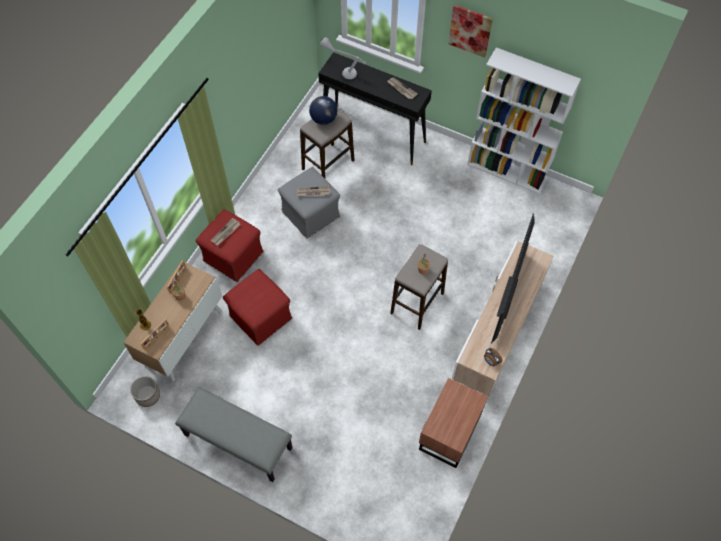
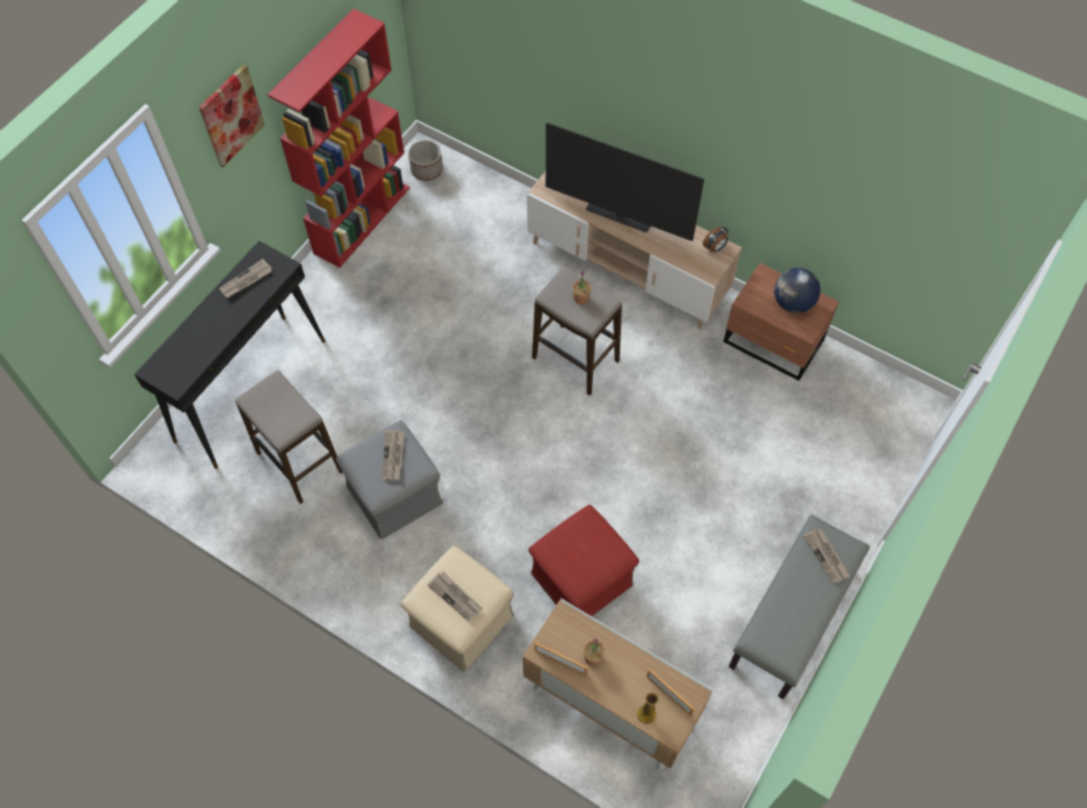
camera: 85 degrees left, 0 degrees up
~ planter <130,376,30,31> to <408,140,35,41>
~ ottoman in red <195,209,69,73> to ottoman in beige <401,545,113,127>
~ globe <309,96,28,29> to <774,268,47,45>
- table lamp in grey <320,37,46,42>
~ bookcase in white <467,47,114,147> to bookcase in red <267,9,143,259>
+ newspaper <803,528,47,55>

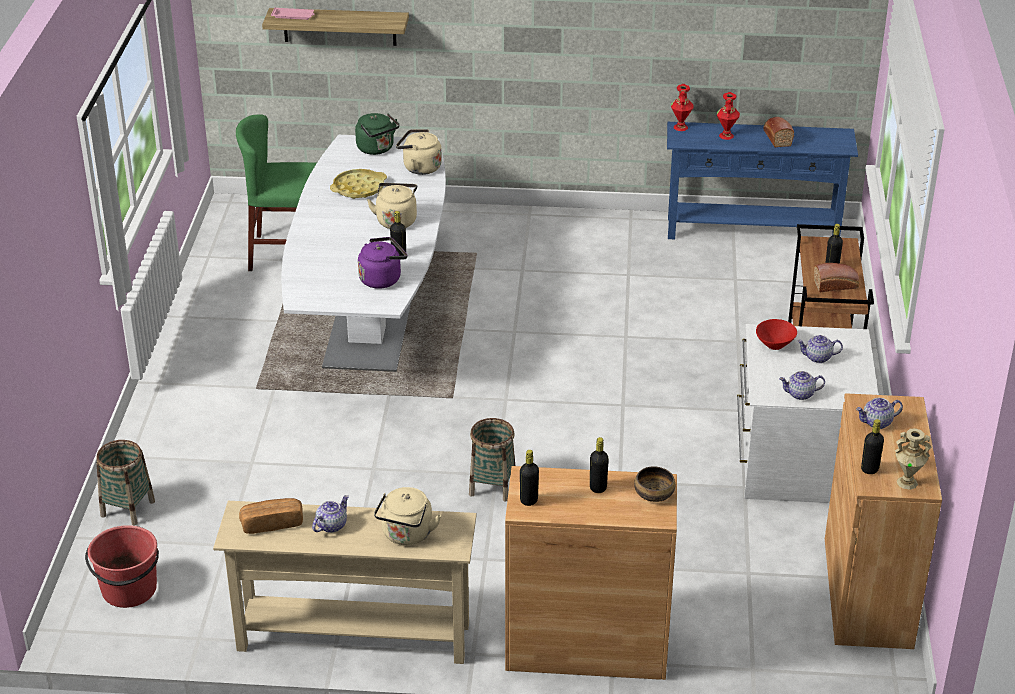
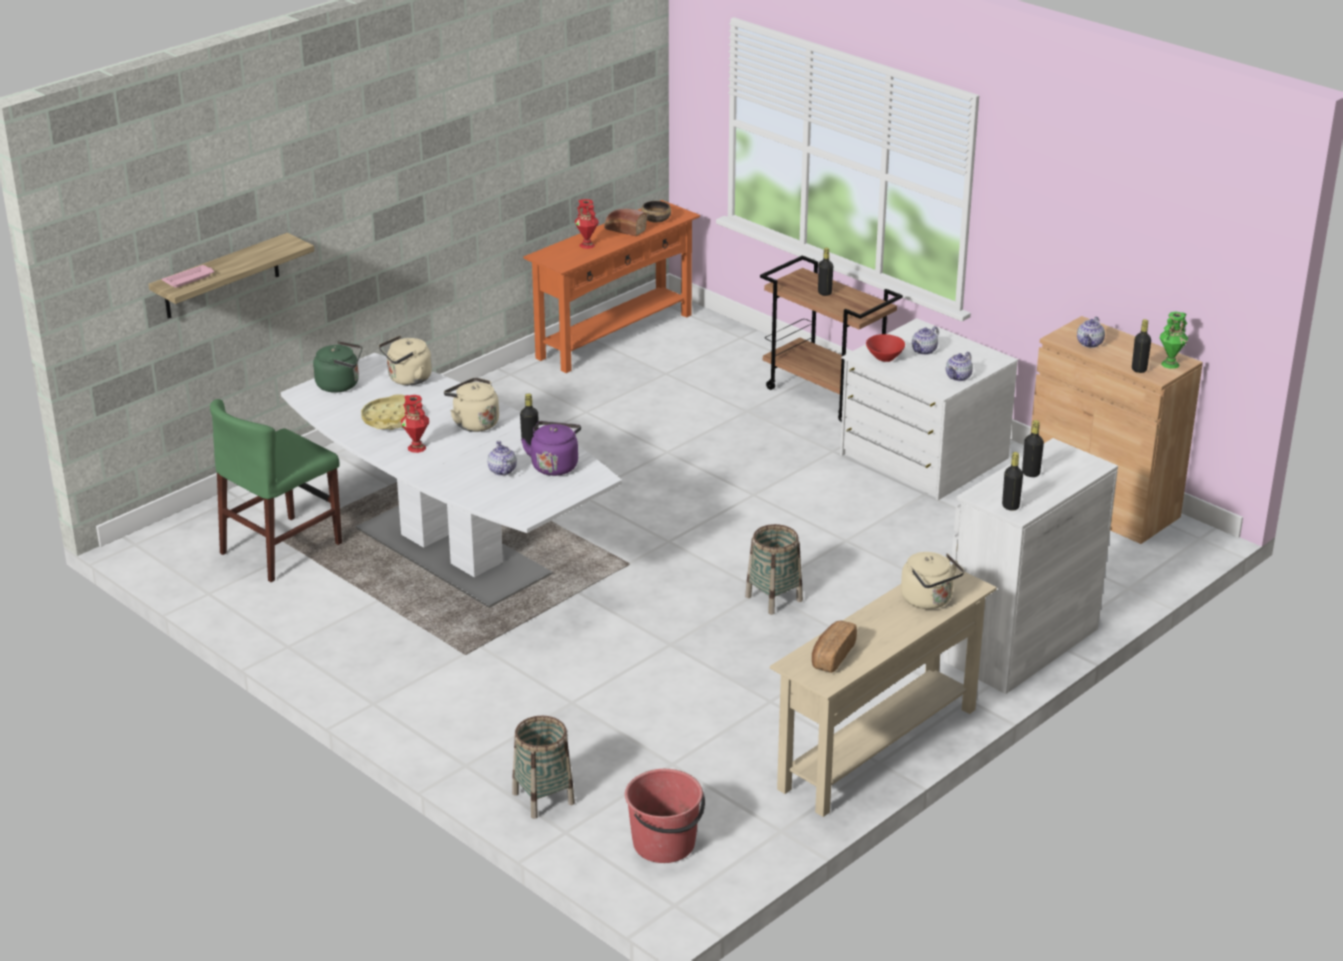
camera: 50 degrees left, 5 degrees down
~ teapot <312,495,37,38> to <487,441,30,34>
~ cabinet in brown <505,466,172,214> to cabinet in white <944,438,174,256>
~ bowl <634,467,41,35> to <641,201,30,22>
~ console table in blue <667,122,191,117> to console table in orange <524,200,176,173>
~ vase in red <671,84,23,47> to <401,395,28,58>
- bread <814,263,46,30>
~ vase in beige <895,428,37,62> to vase in green <1160,311,28,58>

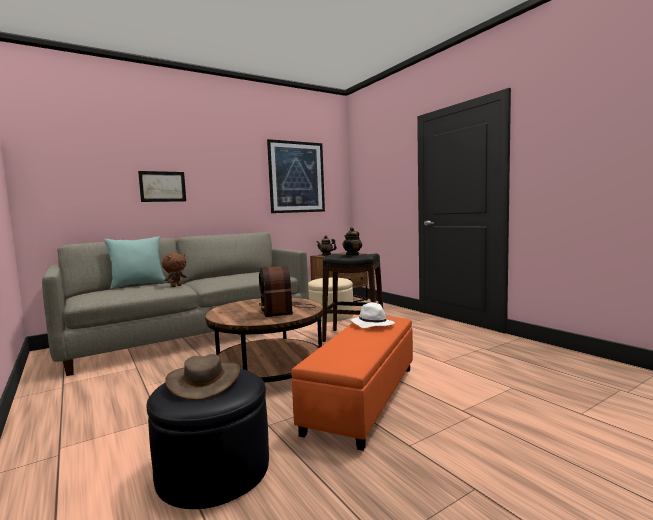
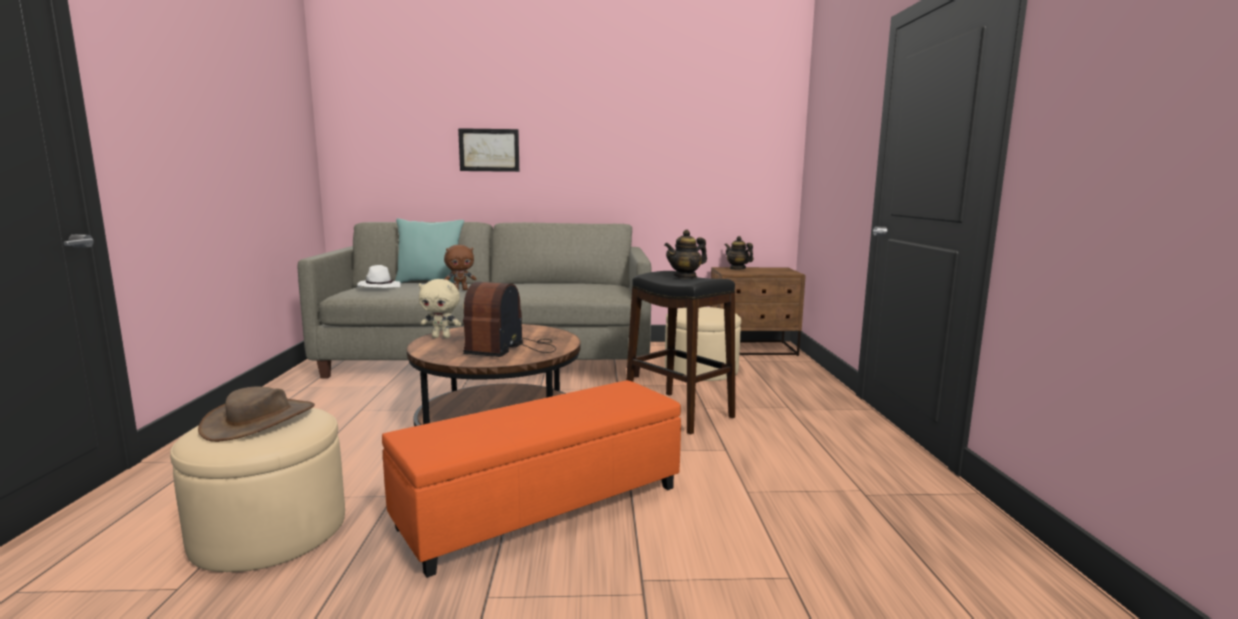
camera: 30 degrees right, 5 degrees up
~ ottoman in black <147,369,122,140> to ottoman in beige <170,408,175,164>
- picture <267,139,58,74>
~ hat in white <351,302,44,26> to <357,265,44,23>
+ plush toy in beige <418,279,43,59>

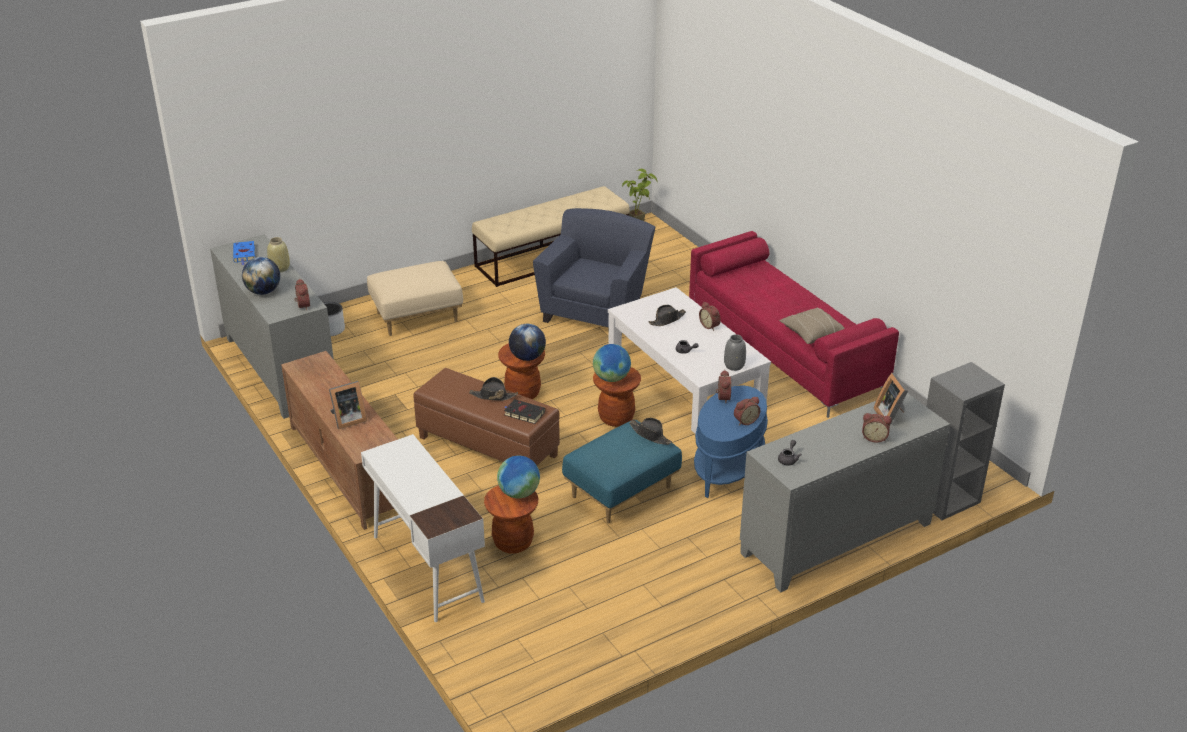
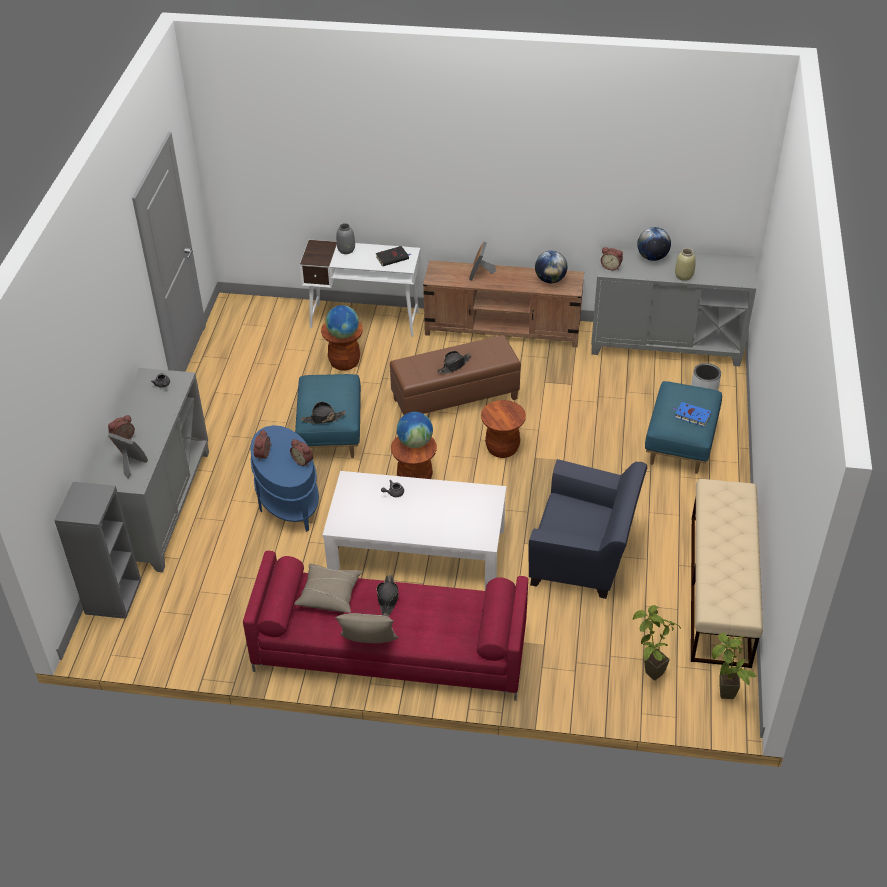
camera: 130 degrees right, 10 degrees up
~ book in blue <233,241,22,24> to <672,402,39,25>
~ ottoman in beige <367,261,96,75> to ottoman in blue <645,381,77,93>
~ book in black <504,399,41,25> to <376,246,35,20>
~ globe <509,324,37,37> to <535,251,32,32>
~ armchair in blue <533,208,122,119> = <529,459,118,140> 45 degrees counterclockwise
~ hat in black <648,305,38,21> to <377,575,22,42>
- alarm clock <699,302,22,29>
~ vase in grey <724,334,22,37> to <336,223,19,31>
+ pillow in beige <335,613,64,30>
+ potted plant <632,605,49,76>

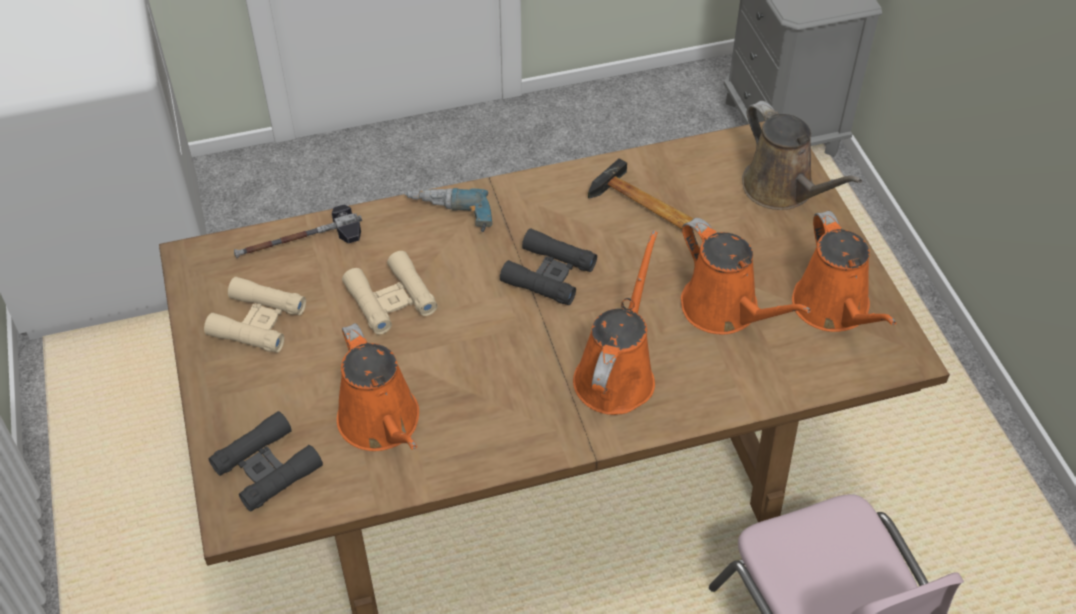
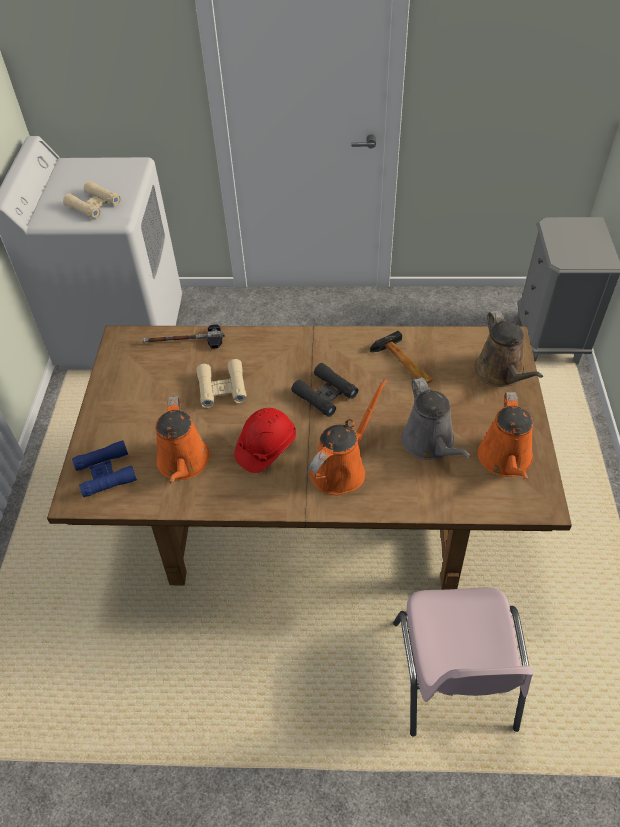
camera: 20 degrees right, 0 degrees up
~ binoculars in beige <204,277,102,76> to <63,181,58,38>
~ binoculars in black <208,411,115,101> to binoculars in blue <72,440,65,57>
- power drill <405,188,88,44>
~ watering can in orange <681,218,131,117> to watering can in grey <401,377,70,83>
+ hard hat in red <234,408,62,65>

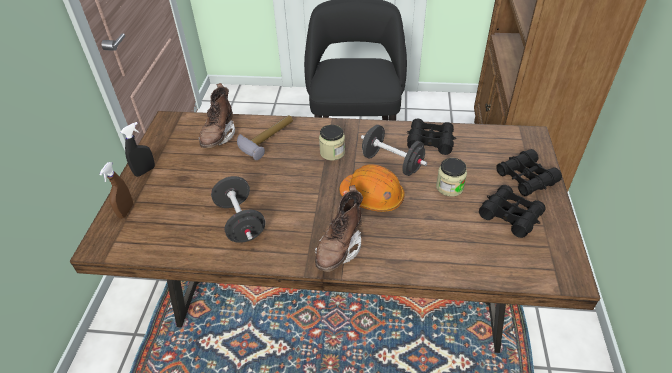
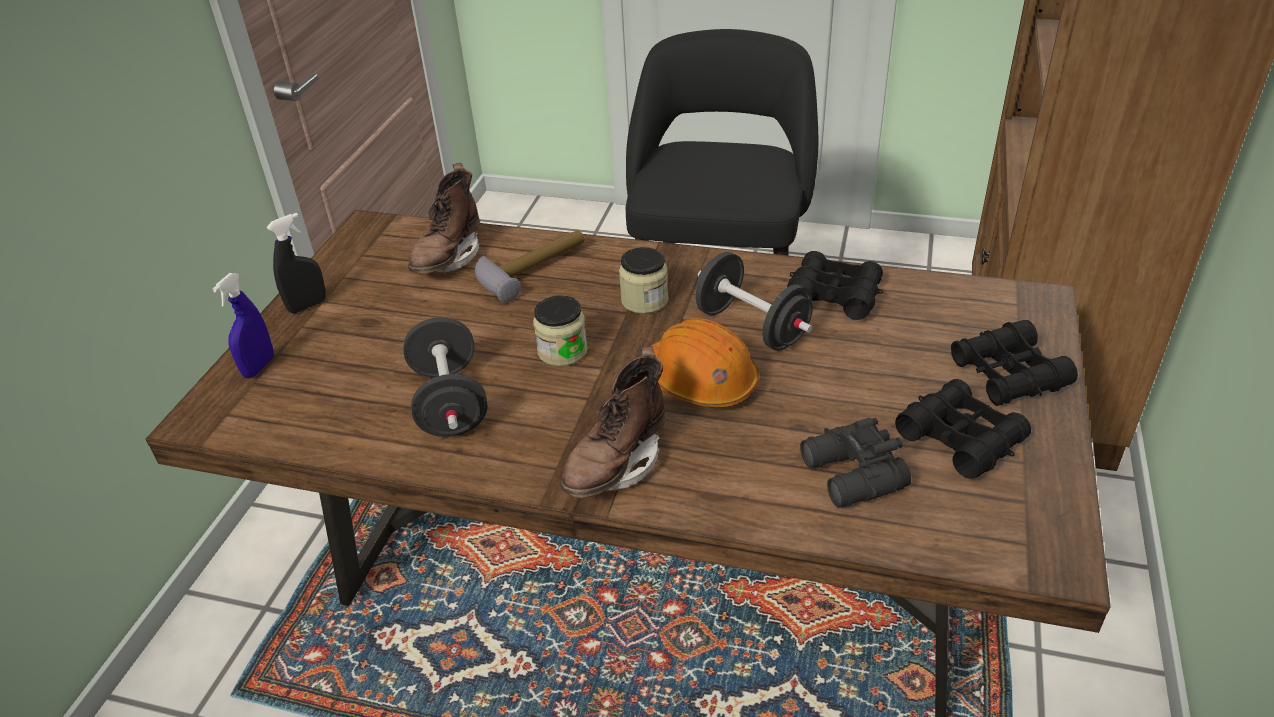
camera: 10 degrees right, 5 degrees down
~ spray bottle in brown <99,162,34,57> to spray bottle in blue <212,273,62,105>
~ jar <436,158,31,39> to <533,296,54,70>
+ binoculars in black <800,418,111,90>

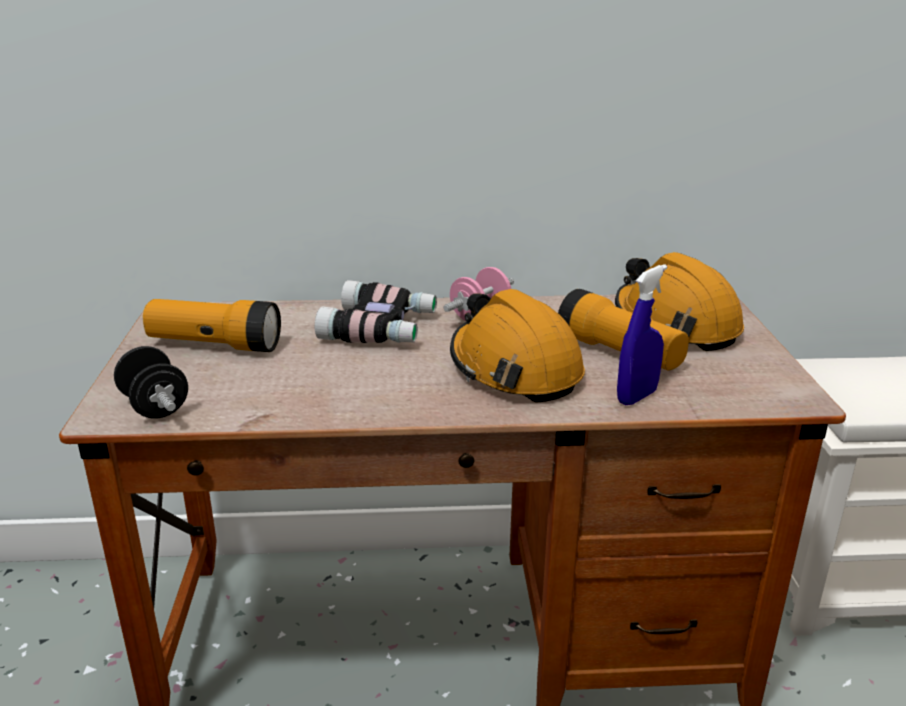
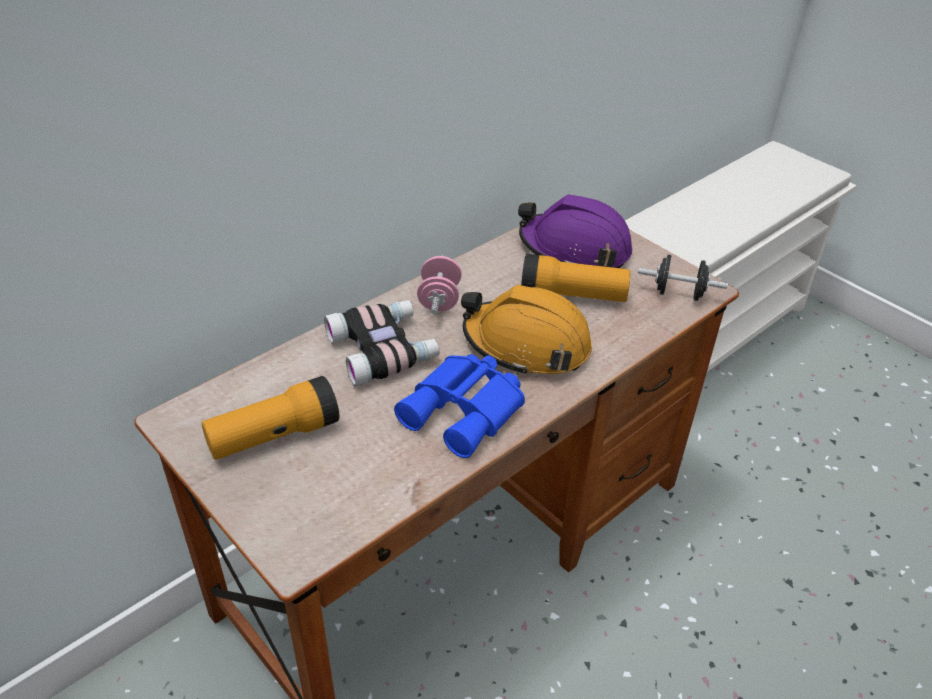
camera: 40 degrees left, 15 degrees up
~ dumbbell in black <114,346,74,73> to <638,255,90,46>
~ hard hat in orange <615,252,129,99> to hard hat in purple <518,194,114,74>
- spray bottle in blue <617,264,50,141>
+ binoculars in blue <394,354,131,104>

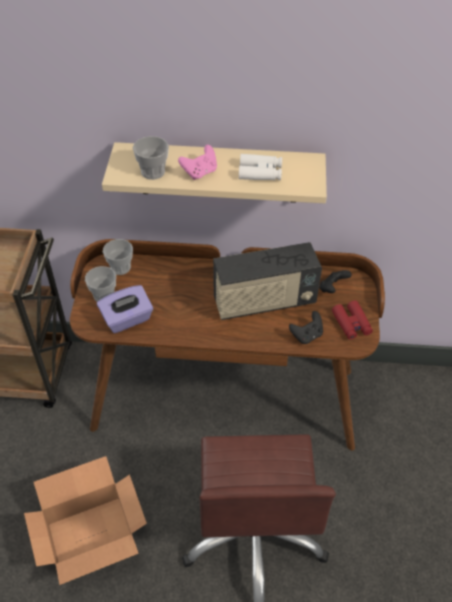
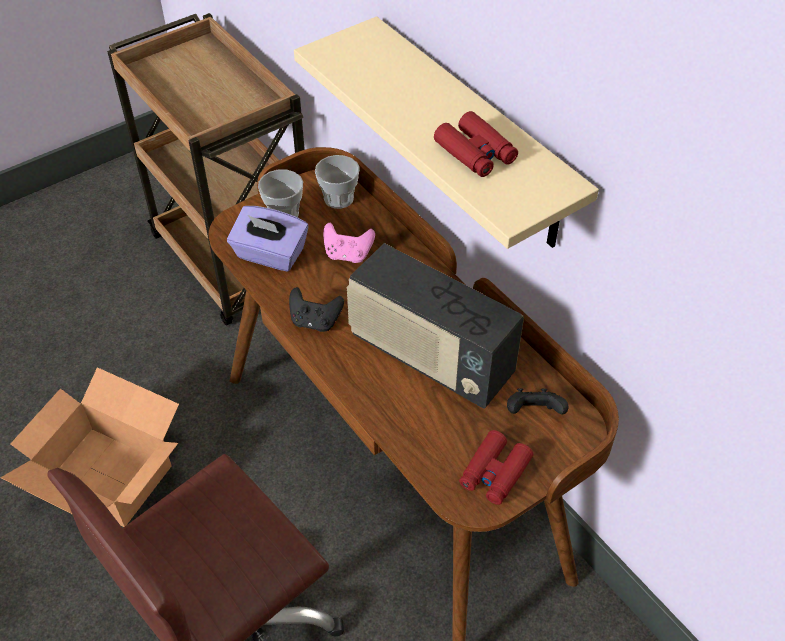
camera: 50 degrees right, 0 degrees up
- cup <133,136,36,44>
~ game controller in pink <178,145,39,35> to <323,223,52,40>
~ binoculars in white <239,154,43,26> to binoculars in red <434,111,84,66>
~ game controller in black <289,311,34,33> to <289,287,55,45>

